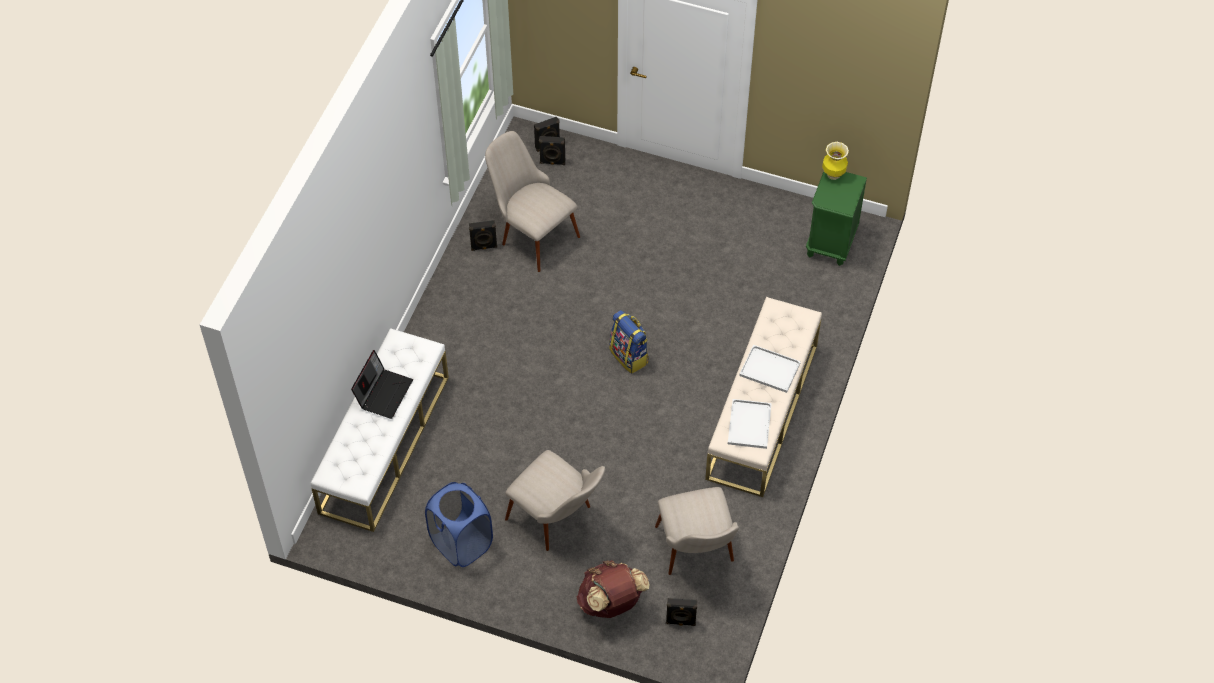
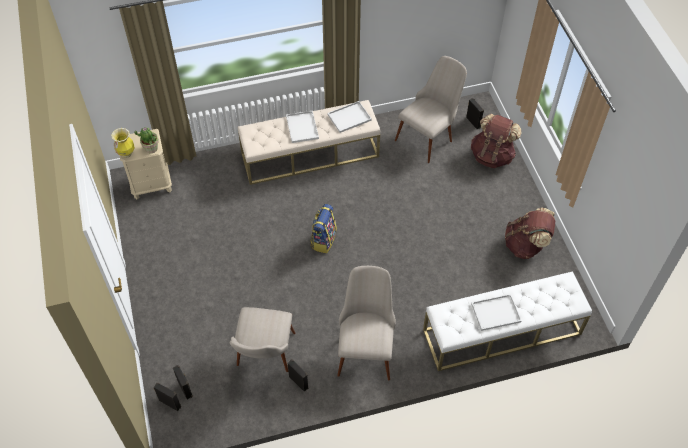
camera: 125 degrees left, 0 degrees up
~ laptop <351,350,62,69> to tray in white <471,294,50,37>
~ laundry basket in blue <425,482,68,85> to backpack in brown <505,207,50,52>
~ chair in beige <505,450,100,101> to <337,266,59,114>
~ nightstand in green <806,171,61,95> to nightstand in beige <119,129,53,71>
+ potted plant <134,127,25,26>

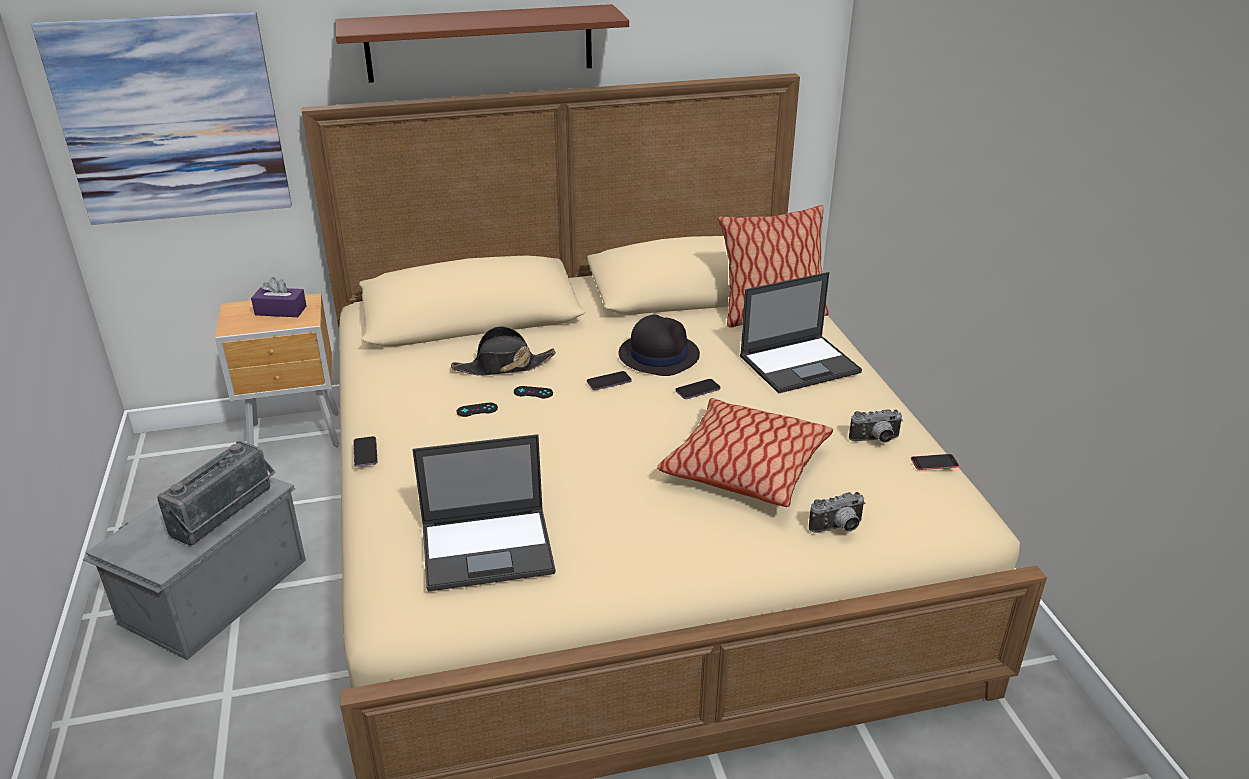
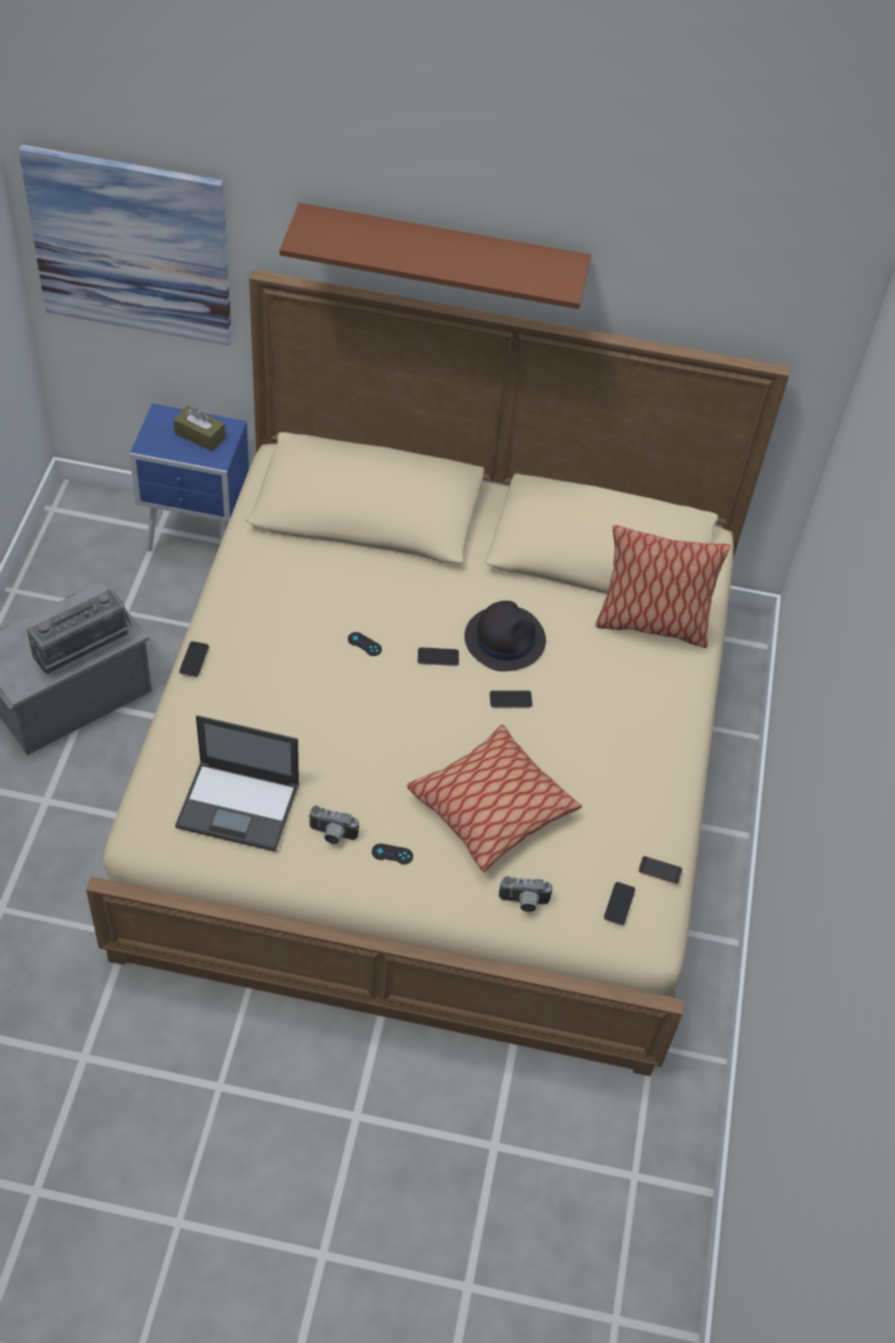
camera: 20 degrees right, 20 degrees up
~ nightstand in brown <215,293,125,154> to nightstand in blue <129,403,120,148>
~ tissue box in purple <251,277,56,40> to tissue box in brown <174,406,52,45>
- hat in black <451,326,105,50>
~ game controller in black <457,403,41,14> to <372,844,41,20>
- laptop <740,272,122,121>
~ photo camera <849,409,54,34> to <308,806,51,38>
+ phone <604,882,31,43>

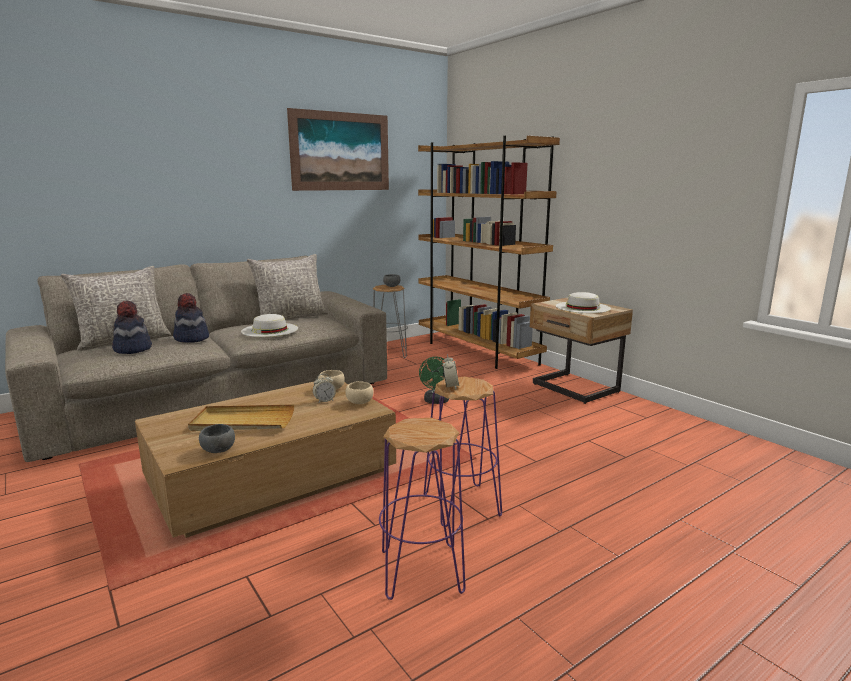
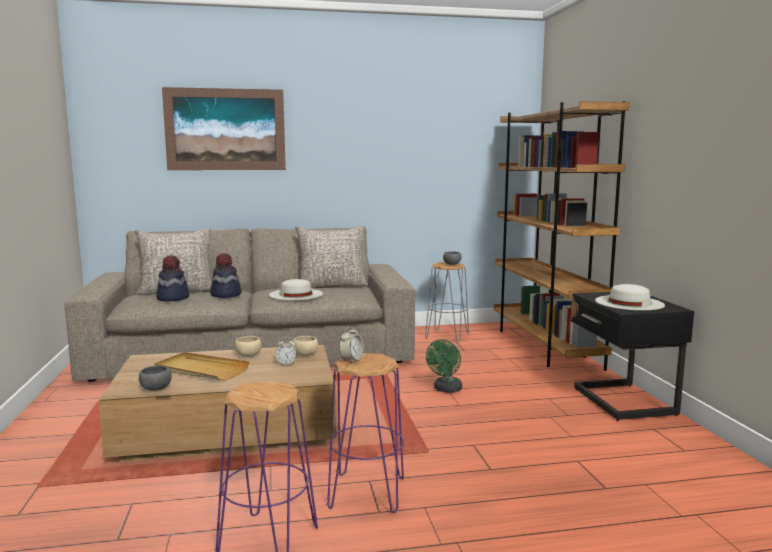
camera: 25 degrees right, 5 degrees down
~ picture <287,108,102,83> to <162,87,124,83>
~ bowl in beige <345,381,29,23> to <235,336,27,21>
~ nightstand in beige <530,298,103,106> to nightstand in black <571,292,123,129>

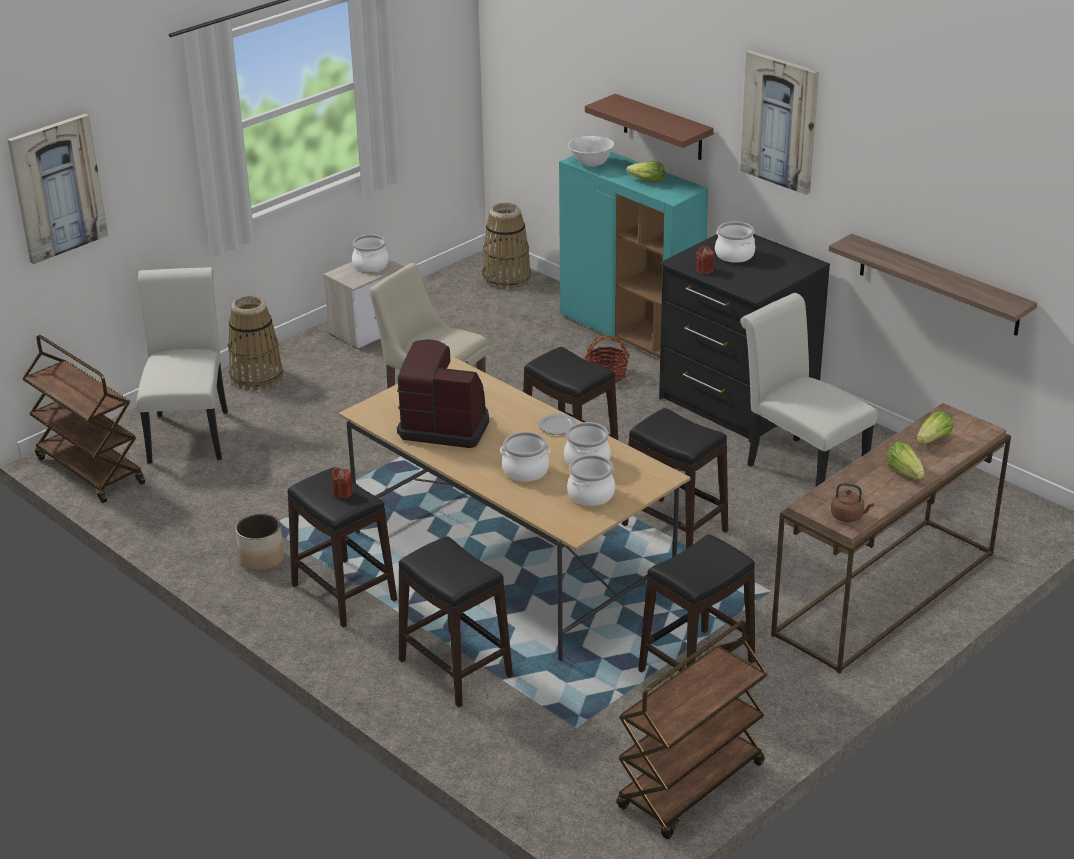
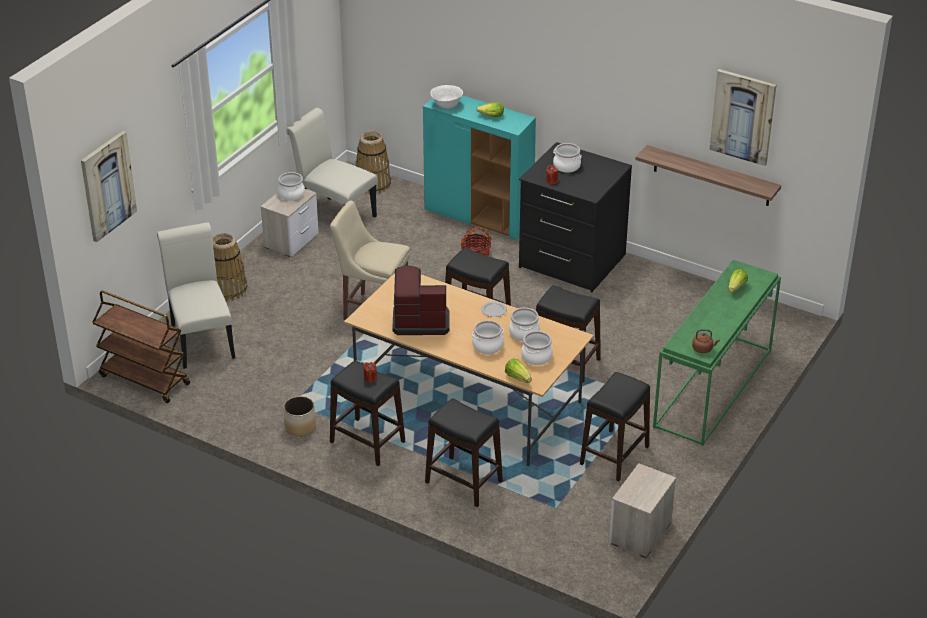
camera: 15 degrees left, 5 degrees up
- shelf in brown <585,94,129,66>
~ cart in brown <617,620,151,219> to nightstand <609,463,67,95>
~ picture <740,50,79,145> to <709,69,68,97>
~ chair in white <740,293,137,194> to <286,108,91,109>
~ console table in brown <771,403,240,271> to console table in green <653,260,128,186>
~ lettuce <885,442,40,37> to <505,358,27,25>

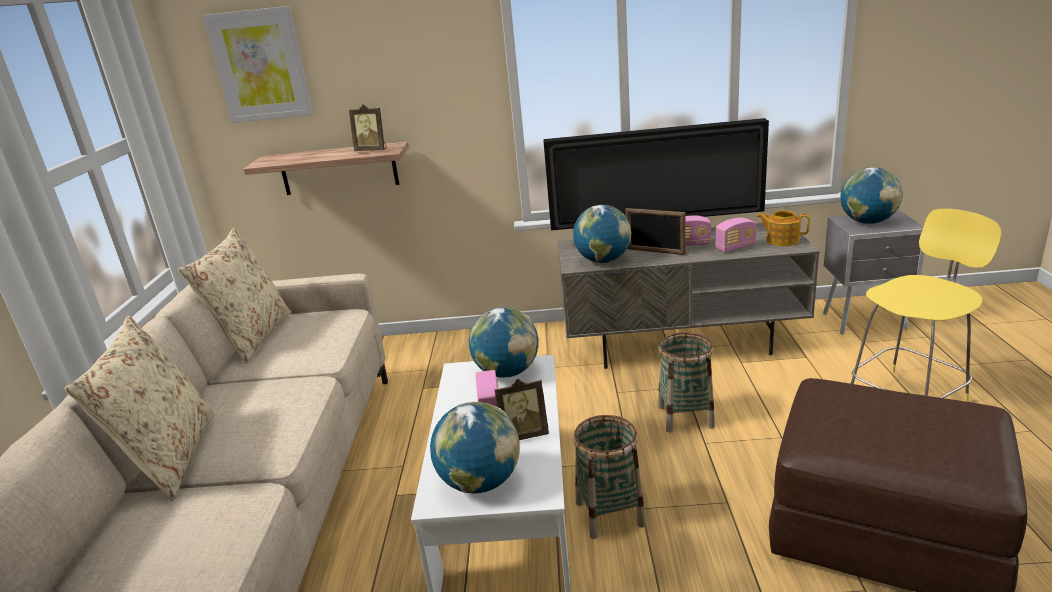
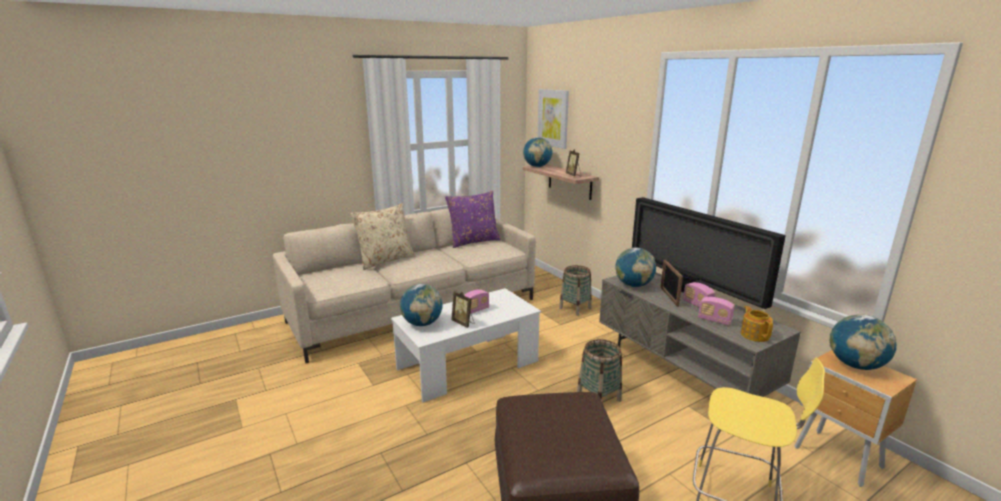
camera: 55 degrees right, 5 degrees down
~ pillow in beige <178,228,113,135> to pillow in purple <445,191,56,57>
~ globe <469,307,69,71> to <523,137,30,30>
~ basket <573,415,73,124> to <559,265,33,51>
~ nightstand in grey <823,211,101,124> to nightstand in brown <794,350,123,137>

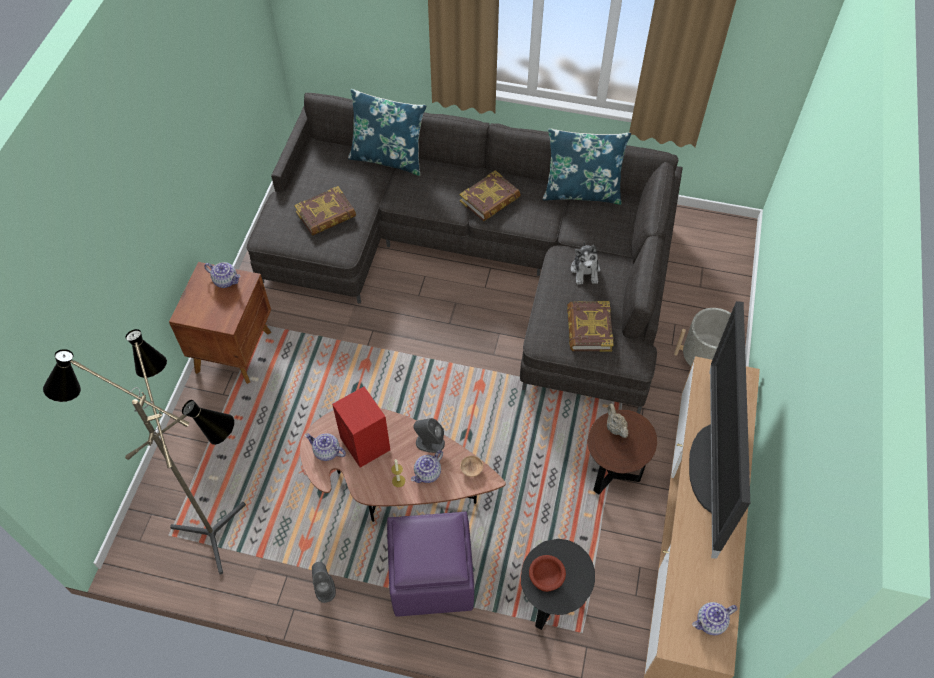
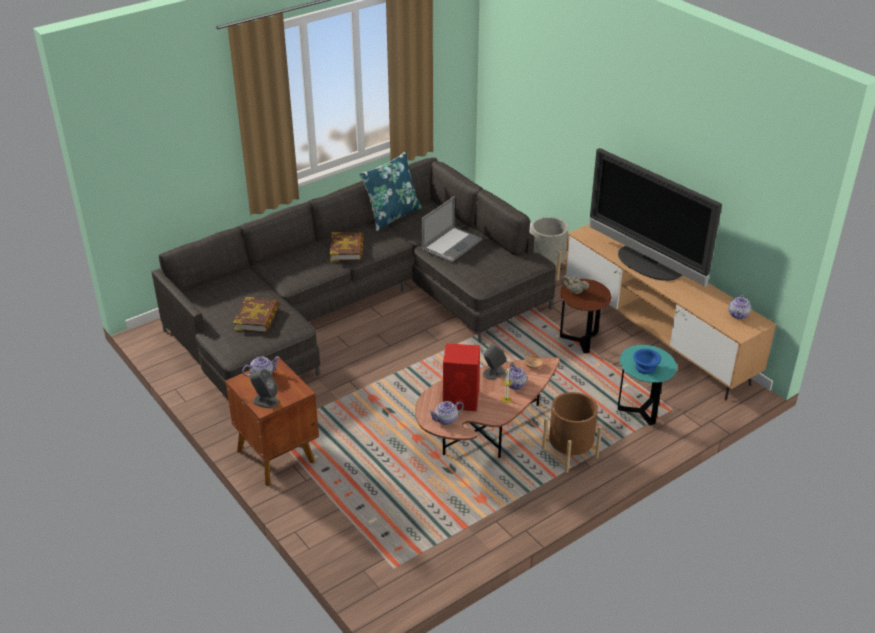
camera: 50 degrees left, 20 degrees down
- floor lamp <43,329,203,246>
~ speaker in grey <312,562,24,41> to <250,369,29,39>
- pillow in blue <348,89,79,87>
~ ottoman in purple <387,512,87,105> to planter in brown <542,392,60,81>
~ side table in black <521,539,74,91> to side table in turquoise <618,345,59,80>
~ bowl in brown <529,555,37,37> to bowl in blue <633,349,28,25>
- book <567,301,47,51>
~ plush toy <571,240,29,44> to laptop <421,196,62,66>

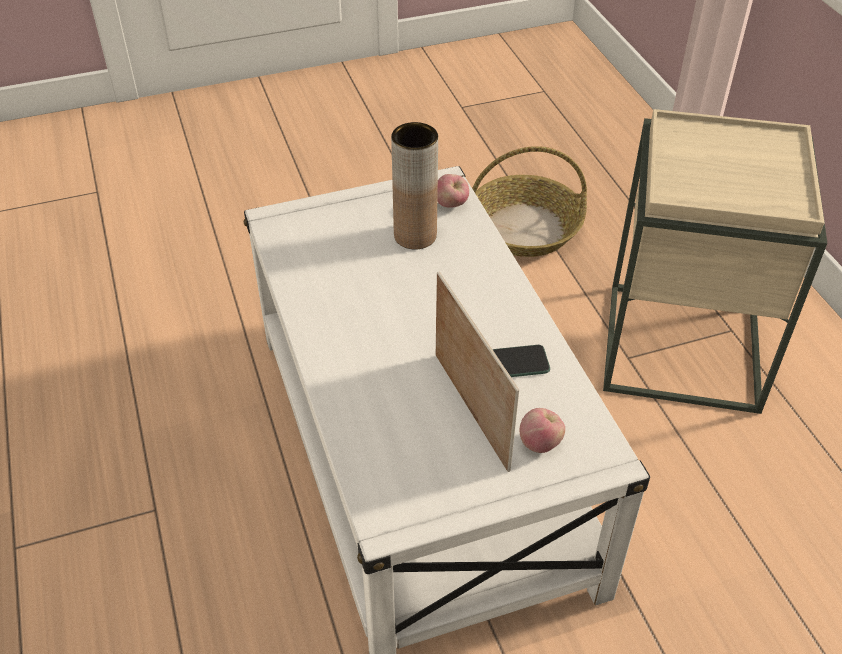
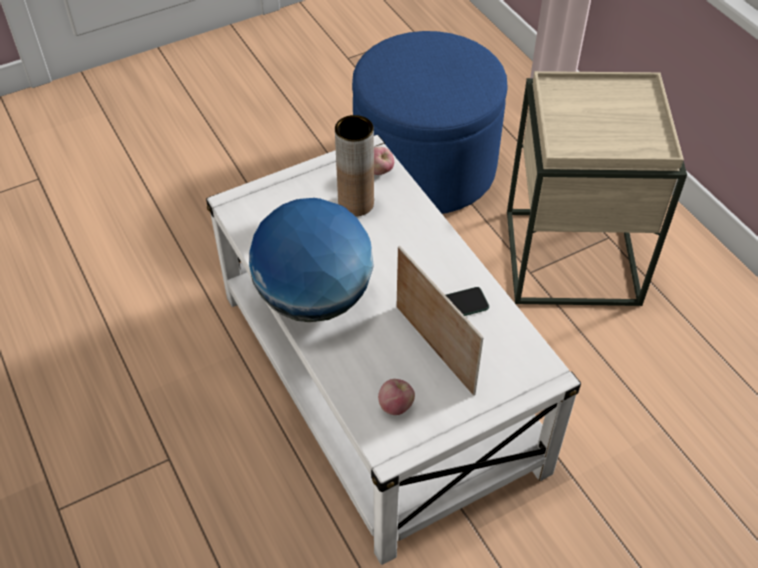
camera: 10 degrees left, 5 degrees up
~ basket <472,146,115,111> to ottoman in blue <352,31,156,183>
~ apple <519,408,46,45> to <378,379,37,36>
+ globe <249,198,125,124>

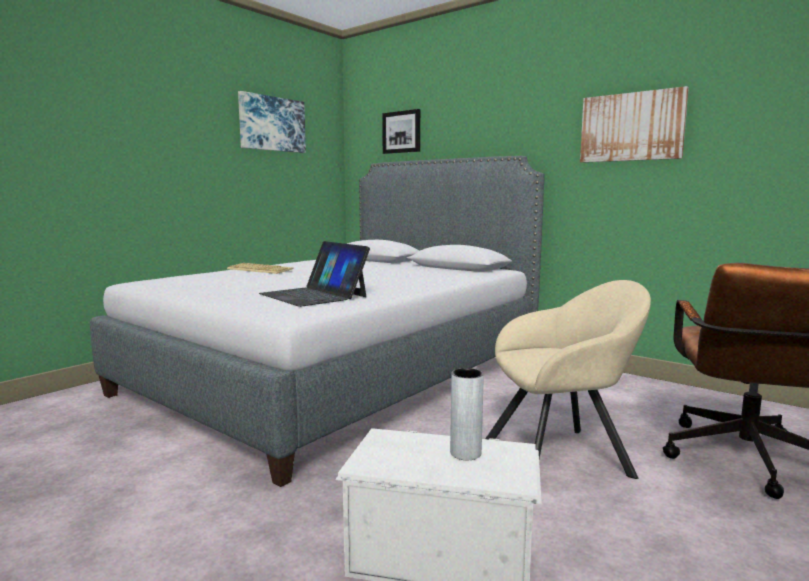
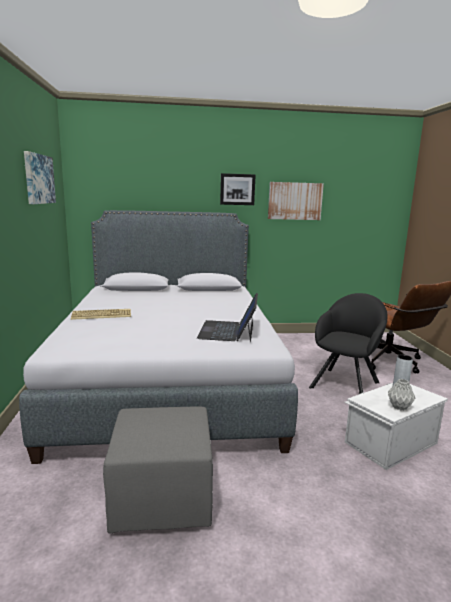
camera: 45 degrees left, 5 degrees up
~ laptop <259,241,111,66> = <197,293,61,49> 90 degrees clockwise
~ picture <382,109,38,45> to <220,173,36,32>
~ armchair in beige <485,280,166,199> to armchair in black <309,293,78,100>
+ ottoman in grey <103,406,110,127>
+ vase in grey <388,379,27,31>

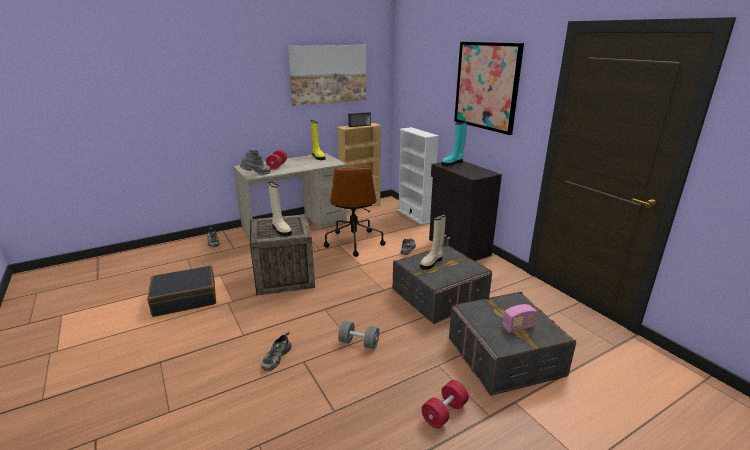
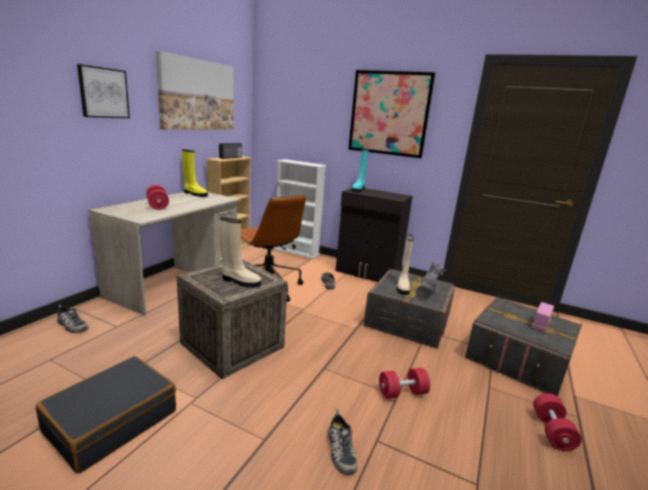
camera: 35 degrees left, 5 degrees down
~ boot in grey <240,150,31,24> to <420,262,26,30>
~ dumbbell in grey <338,321,41,28> to dumbbell in red <379,368,51,31>
+ picture <77,64,53,54>

